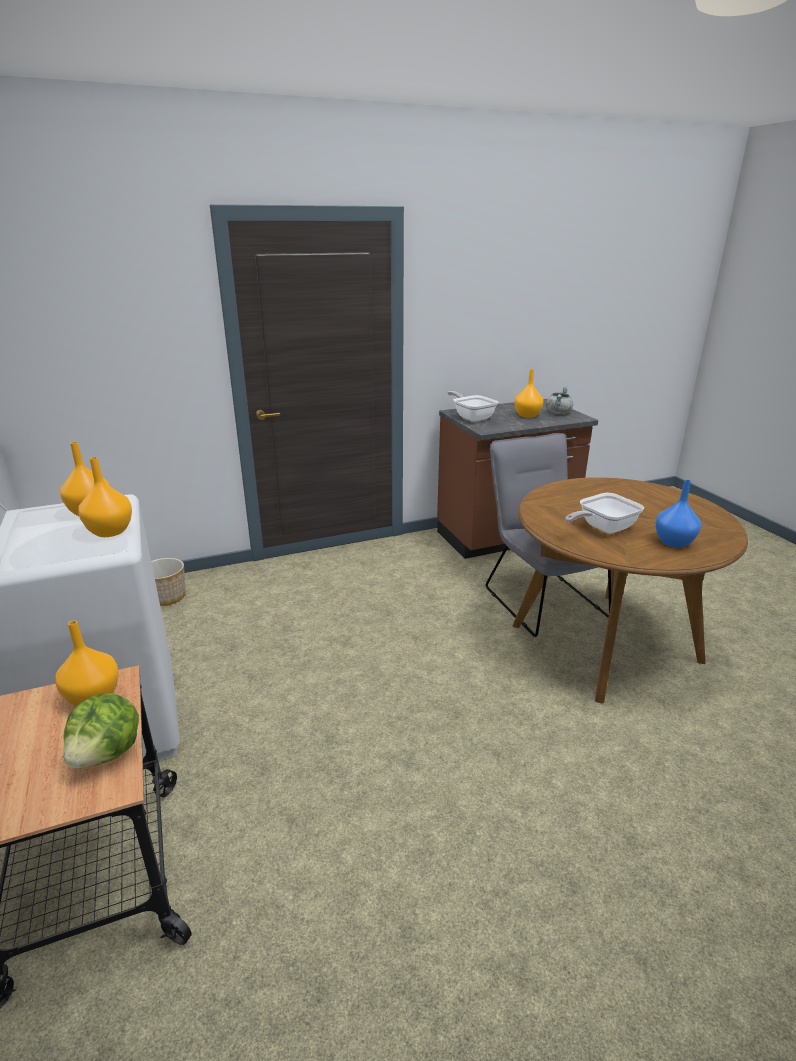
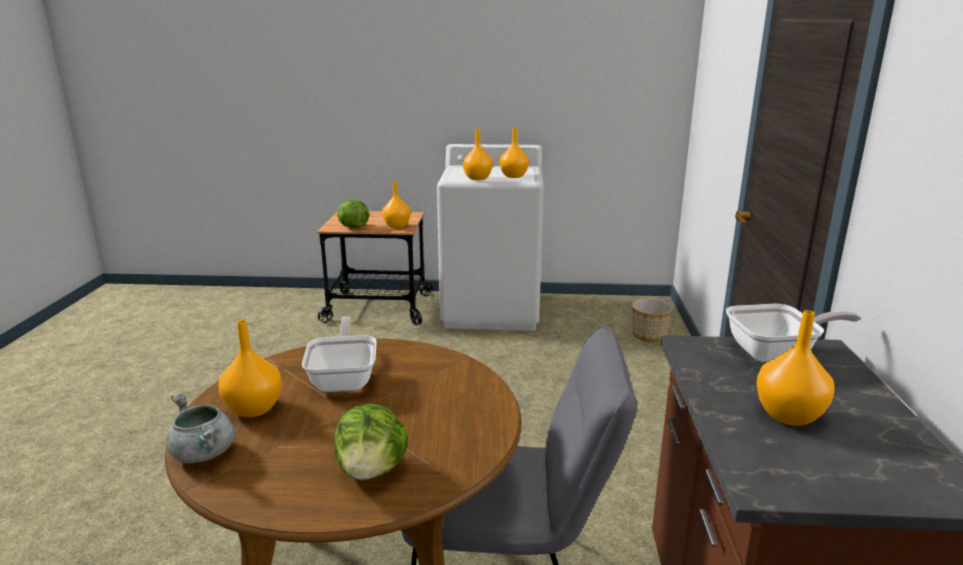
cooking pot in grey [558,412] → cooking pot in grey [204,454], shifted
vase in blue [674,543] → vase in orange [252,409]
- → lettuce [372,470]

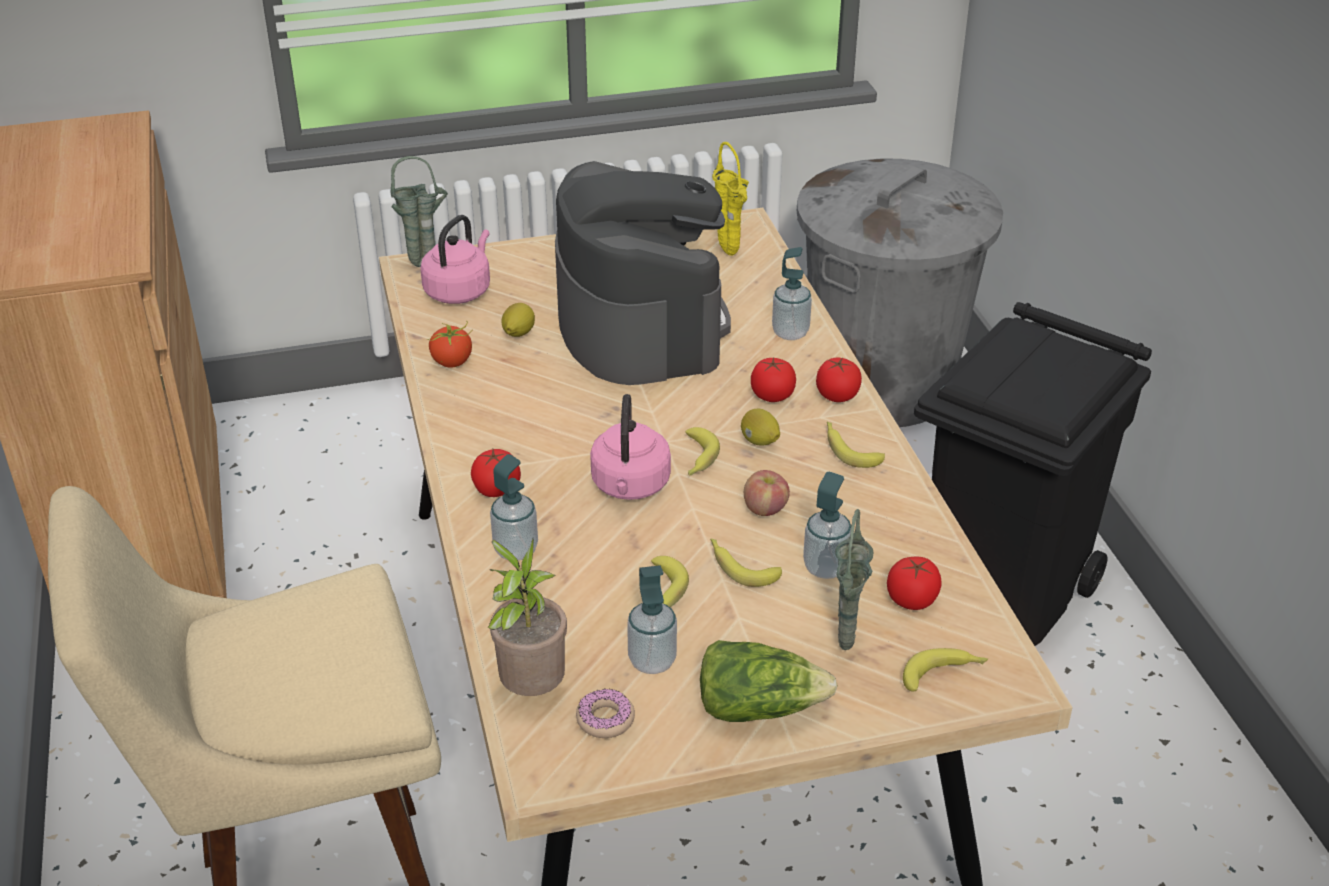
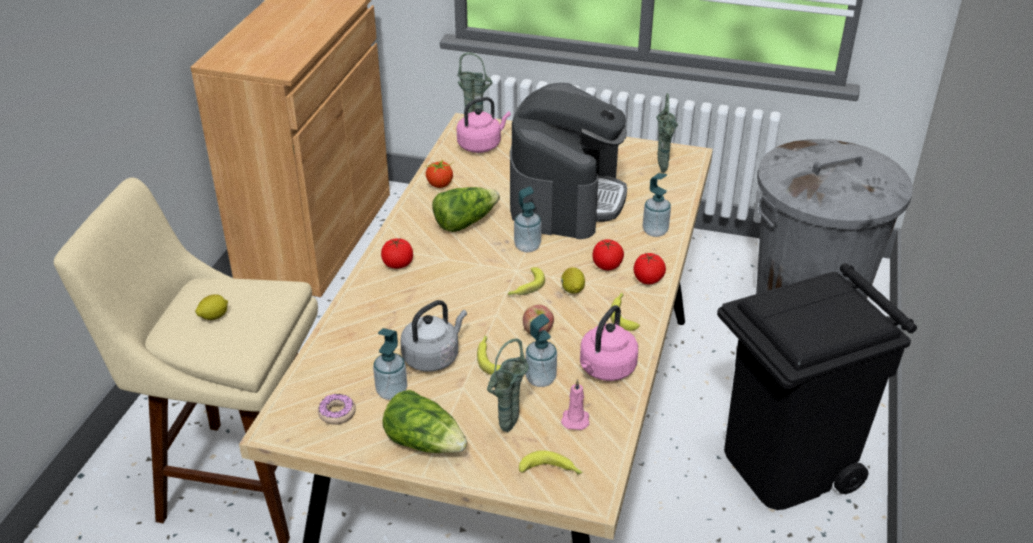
lemon [518,334] → lemon [214,317], shifted
banana [663,593] → kettle in grey [433,357]
- → lettuce [465,222]
soap dispenser [516,550] → soap dispenser [527,246], shifted
tomato [912,599] → candle in pink [575,419]
kettle in pink [630,486] → kettle in pink [605,369], shifted
vase in yellow [730,255] → vase in green [662,172]
potted plant [530,689] → -

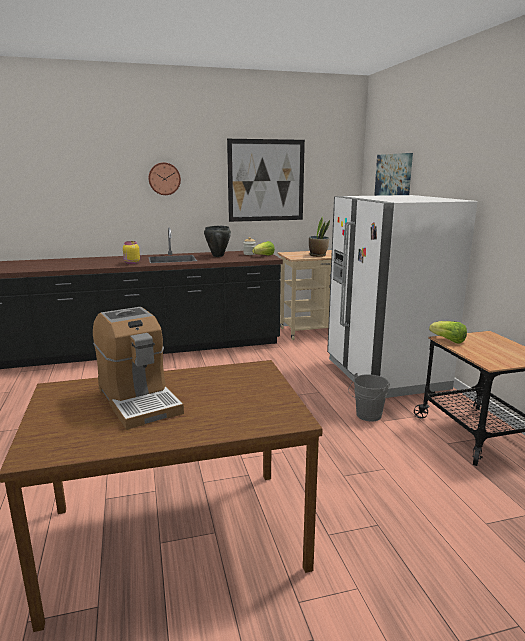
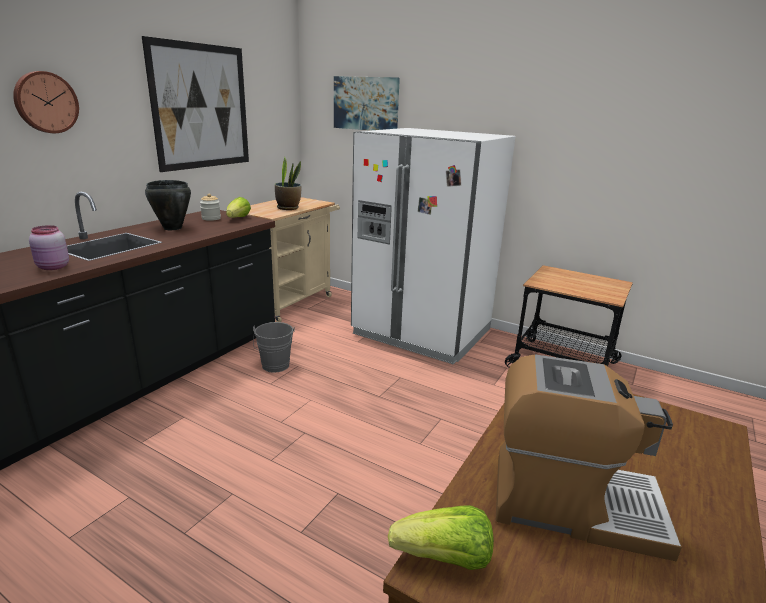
jar in yellow [131,263] → jar in pink [53,267]
bucket in grey [367,416] → bucket in grey [275,367], shifted
lettuce [448,340] → lettuce [445,559], shifted

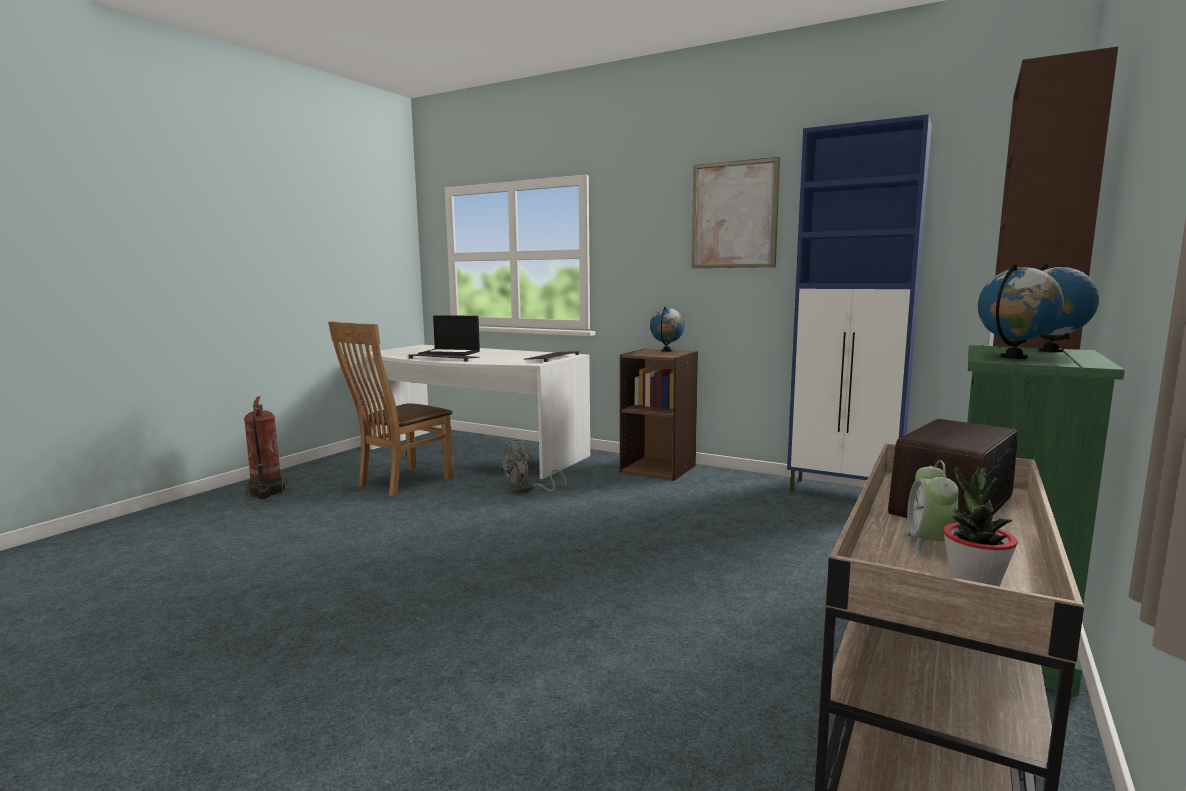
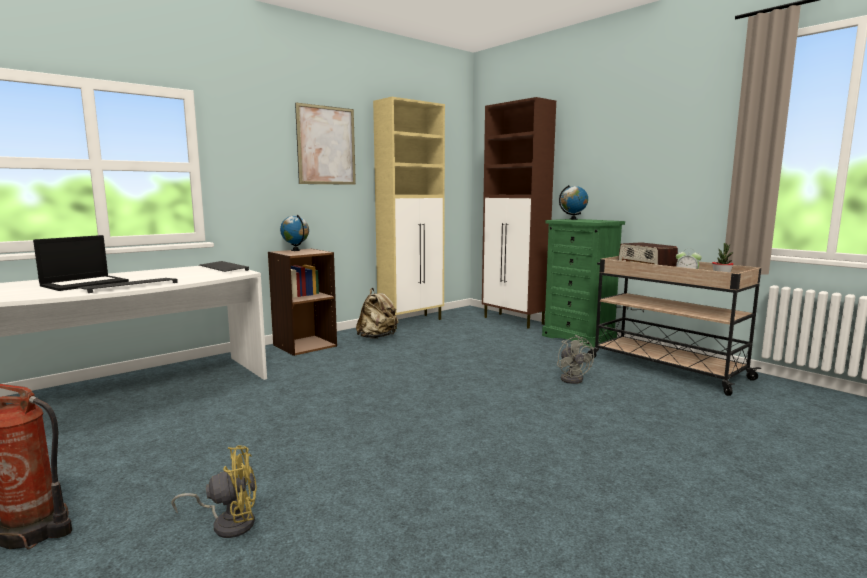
- → fan in yellow [228,523]
- → backpack in beige [377,337]
cabinet in blue [845,493] → cabinet in beige [412,321]
fan in grey [527,489] → fan in grey [573,378], shifted
chair in brown [400,483] → -
globe [1014,357] → -

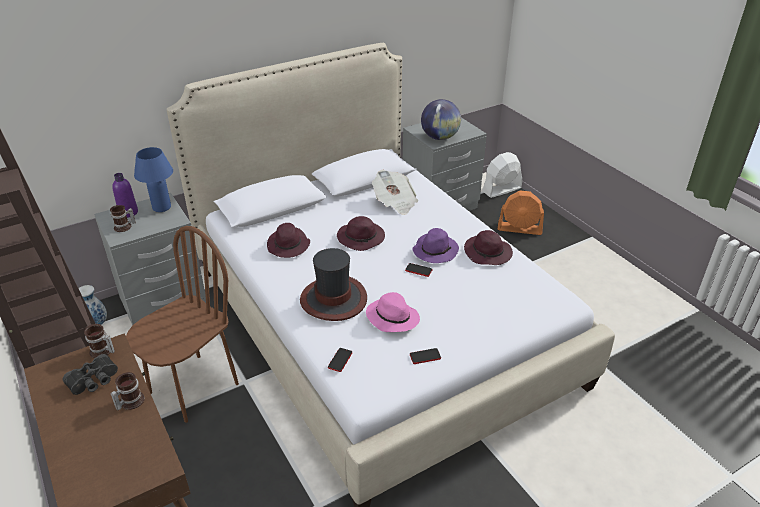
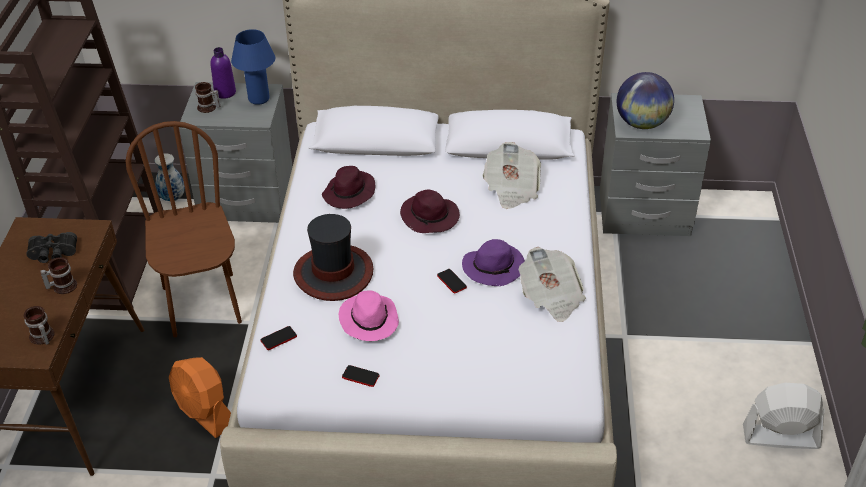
mug [102,352] → mug [42,337], shifted
chair in brown [193,387] → chair in brown [202,304], 90 degrees counterclockwise
fan in orange [520,228] → fan in orange [204,412], shifted
hat in purple [488,253] → newspaper [551,297]
fan in white [501,189] → fan in white [780,436], shifted

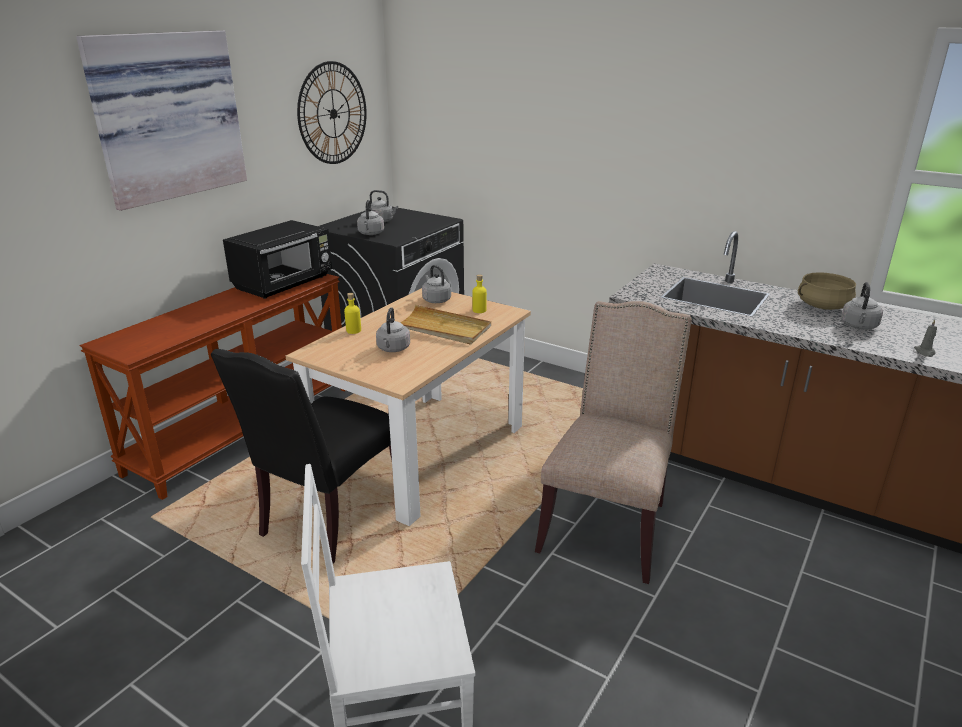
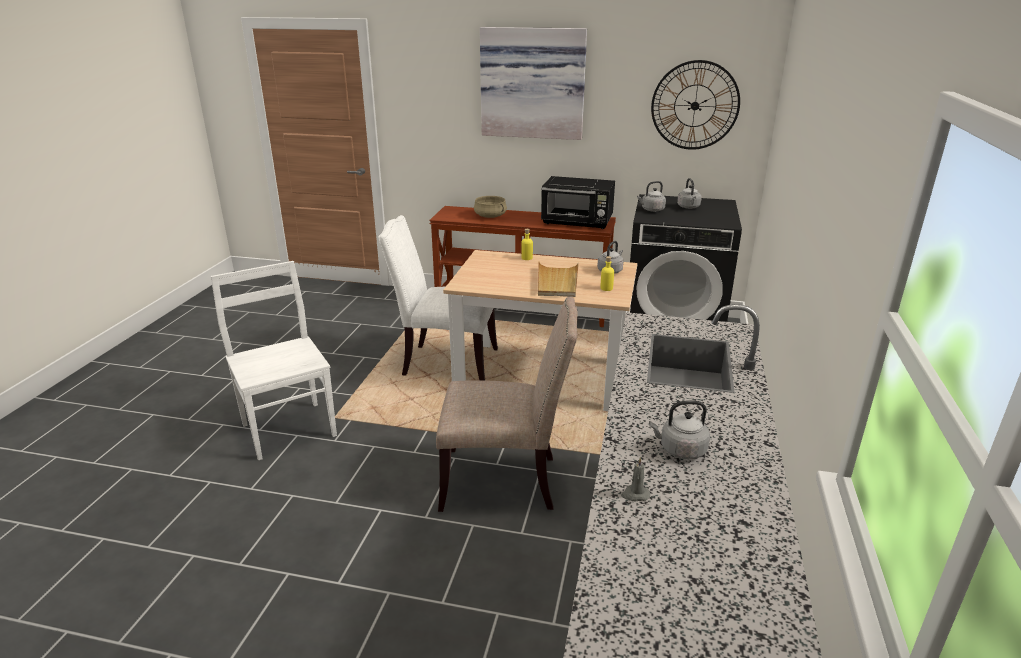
chair in black [330,519] → chair in white [445,363]
cooking pot in beige [823,306] → cooking pot in beige [490,216], shifted
kettle in grey [393,349] → -

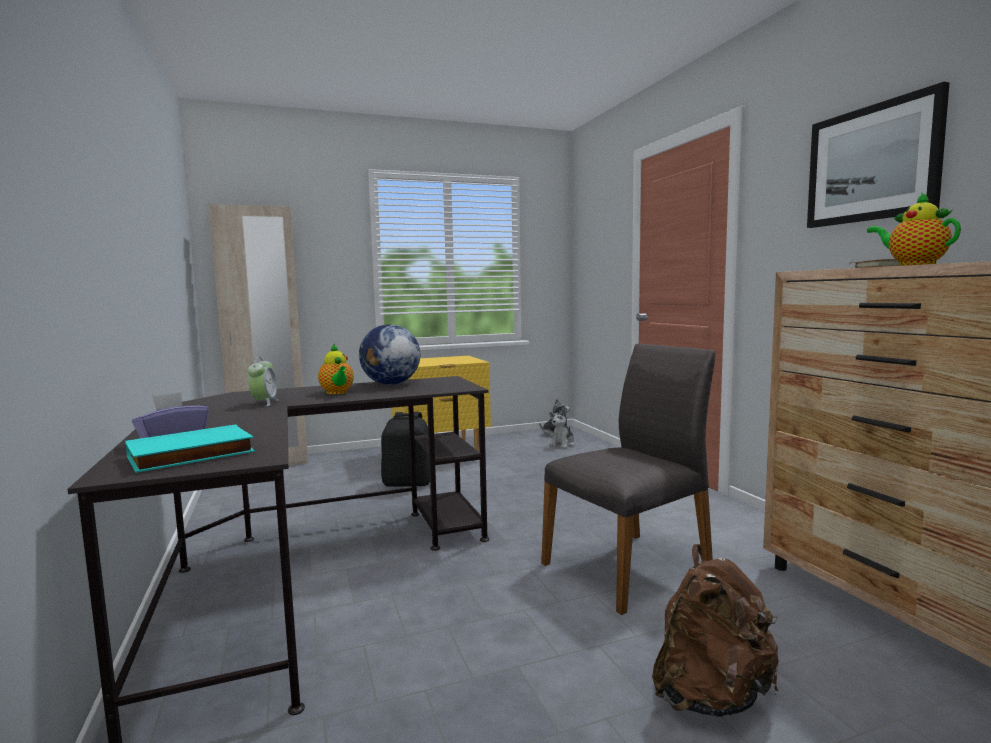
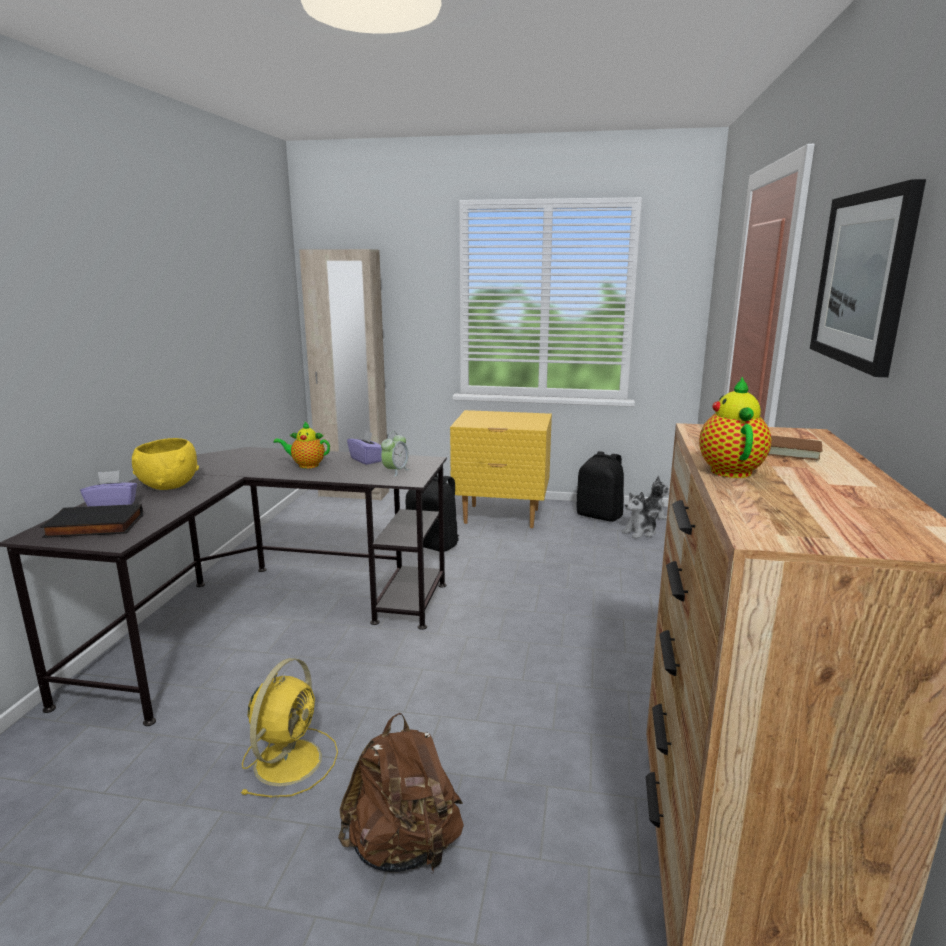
book in turquoise [191,455] → book in black [93,527]
- → bowl in yellow [168,486]
- → fan in yellow [289,759]
teapot [337,393] → teapot [306,465], 90 degrees clockwise
globe [390,384] → tissue box in purple [366,460]
alarm clock [264,403] → alarm clock [395,471], shifted
- → backpack in black [600,516]
chair in grey [629,567] → -

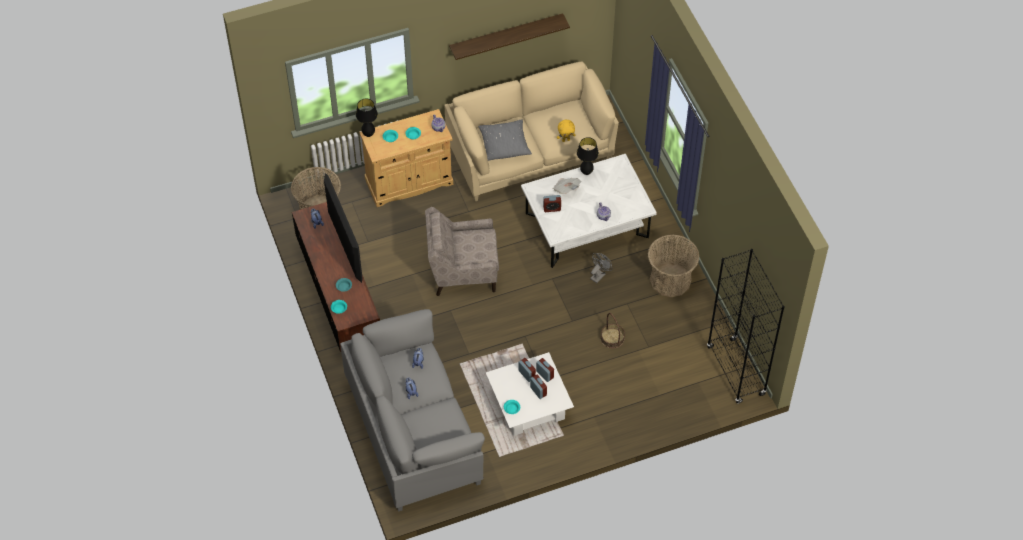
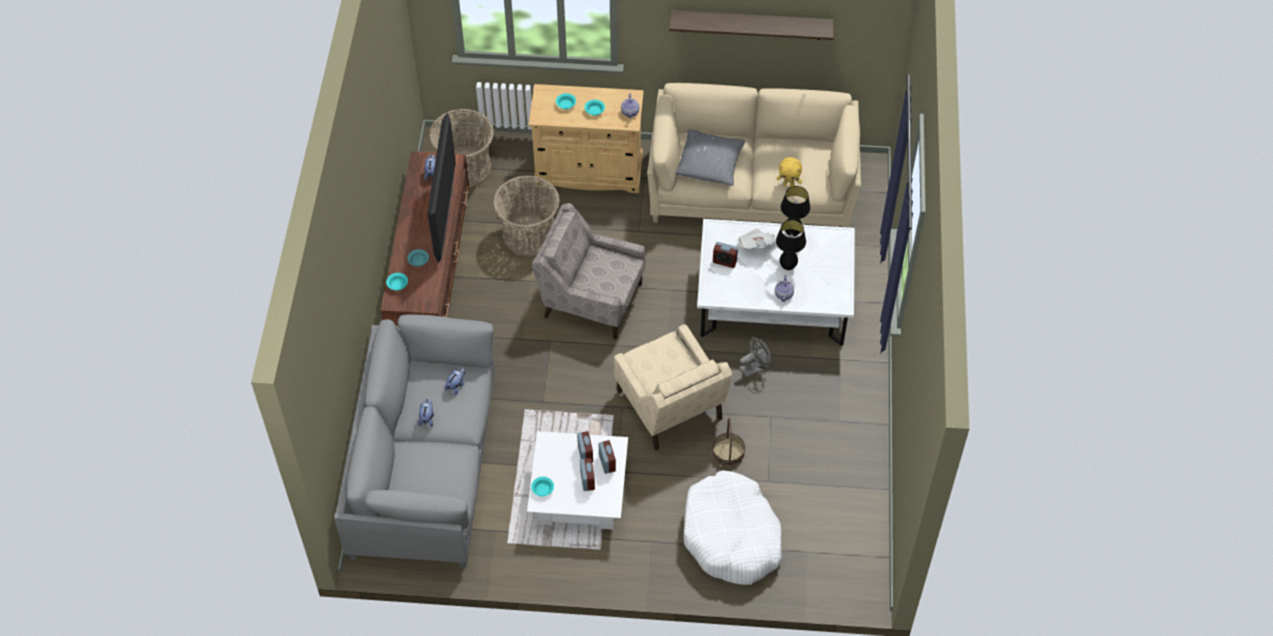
basket [670,280] → basket [529,235], shifted
- → armchair in beige [670,406]
- → dog bed in white [731,536]
table lamp in black [368,134] → table lamp in black [787,266], shifted
bookcase in black [736,371] → -

